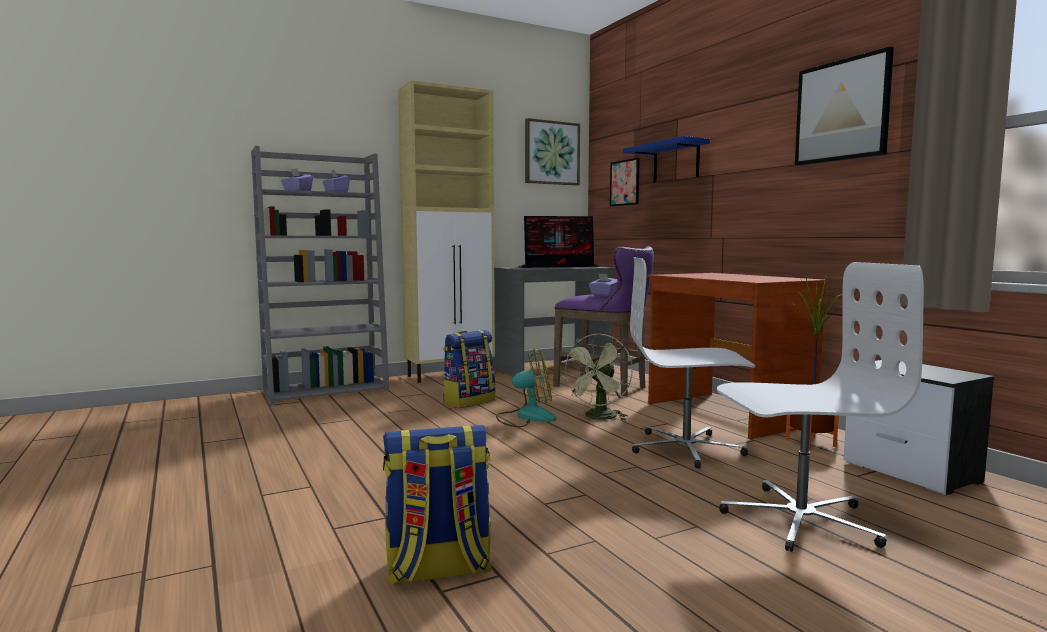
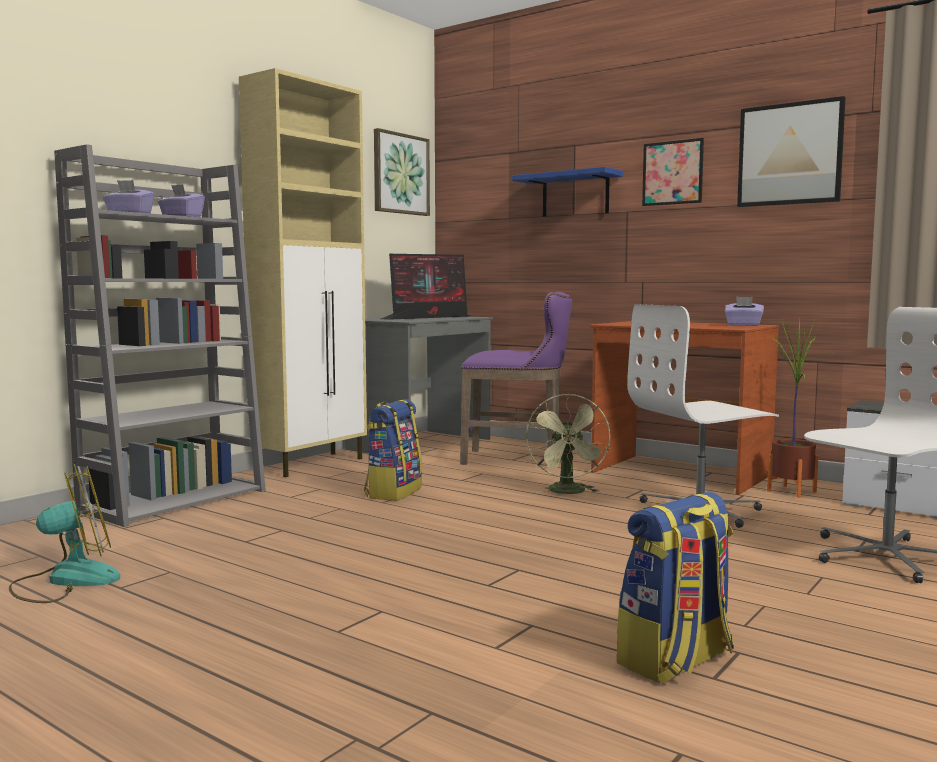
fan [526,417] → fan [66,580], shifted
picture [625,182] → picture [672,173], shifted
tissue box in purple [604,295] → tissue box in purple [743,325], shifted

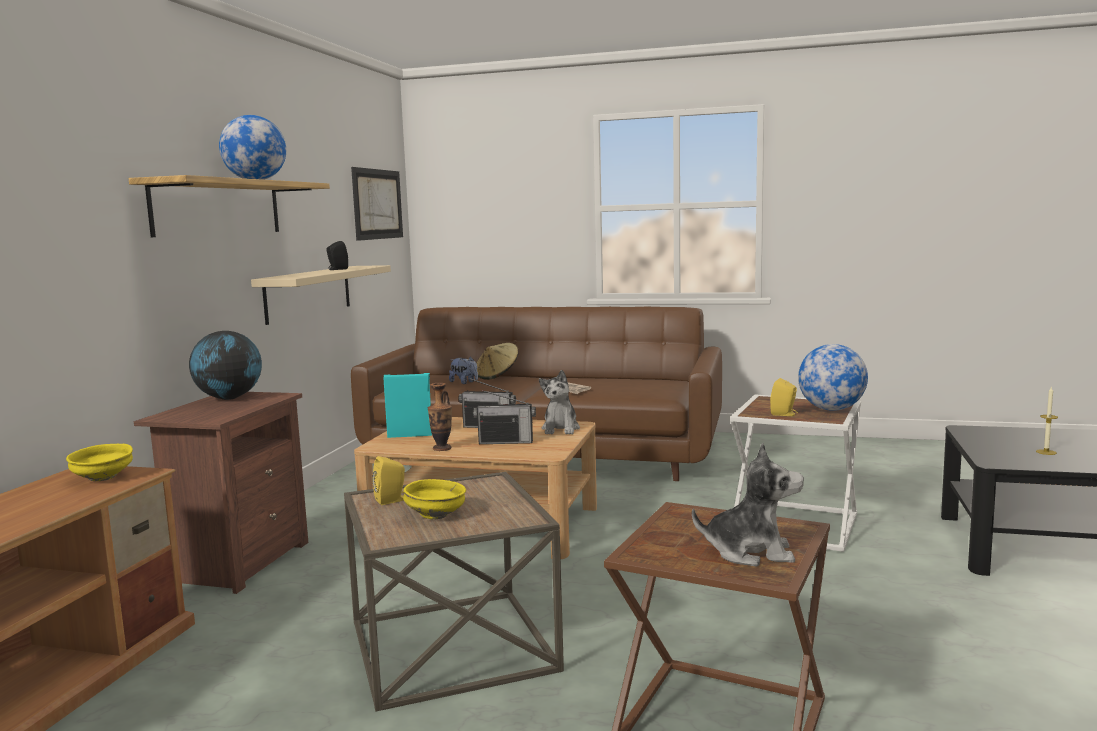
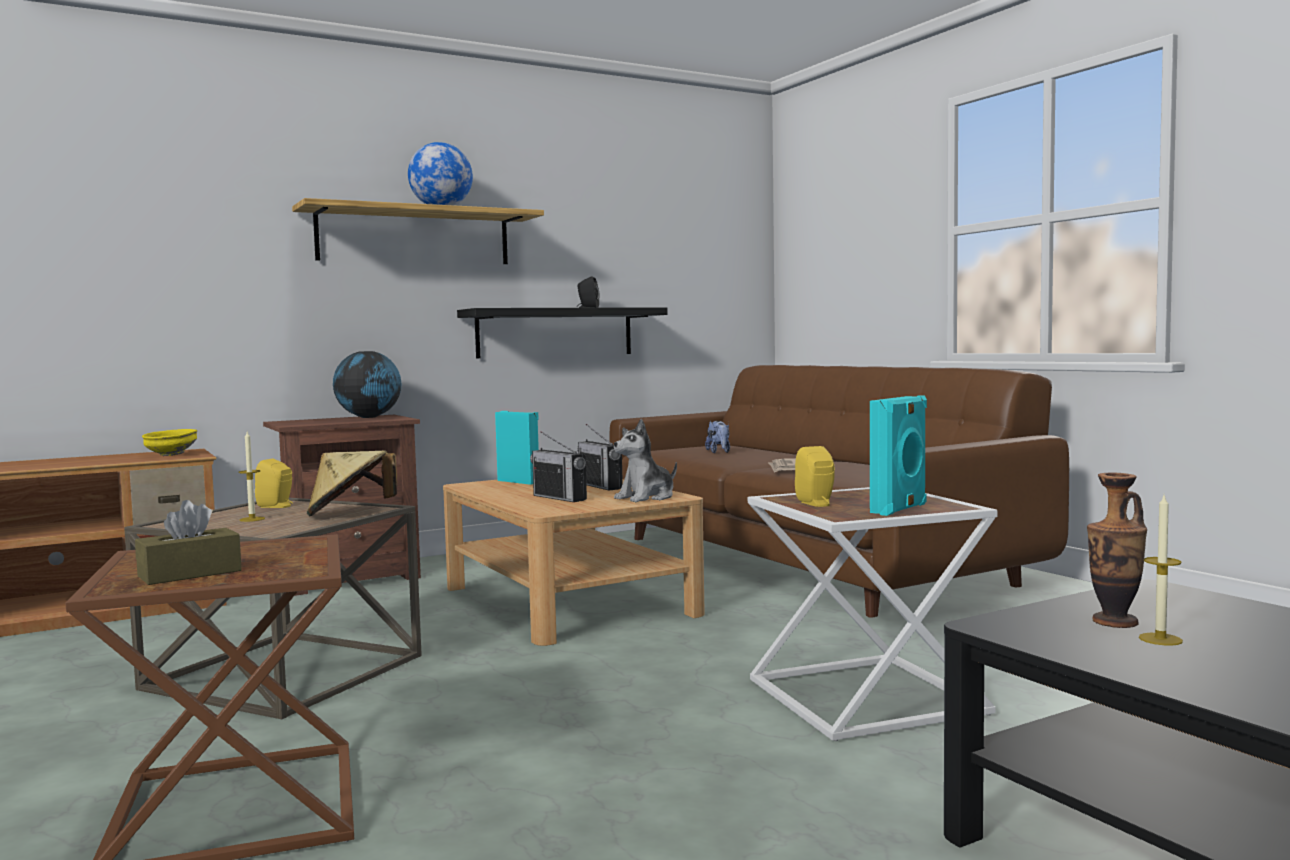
plush toy [750,552] → tissue box in brown [190,574]
bowl in yellow [437,515] → candle [252,519]
hat in beige [497,376] → hat in beige [350,513], shifted
shelf in beige [308,293] → shelf in black [555,332]
globe [831,409] → speaker in turquoise [900,509]
vase [442,448] → vase [1114,622], shifted
picture [377,204] → -

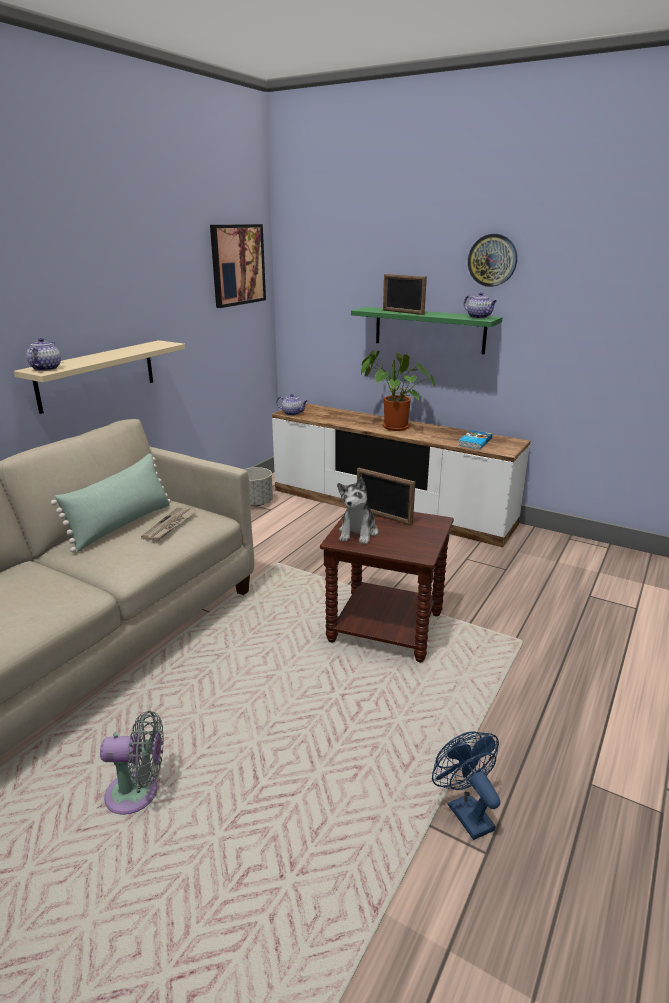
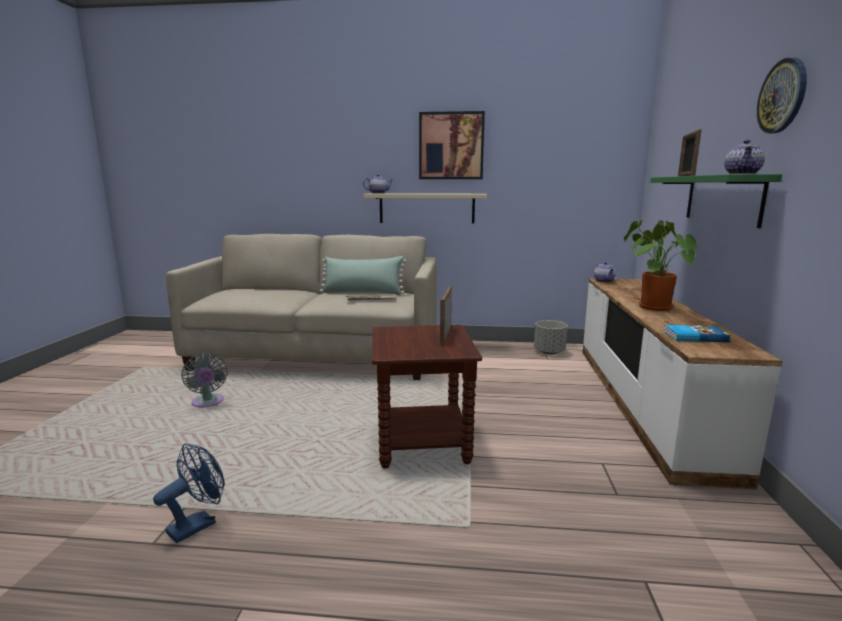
picture [237,265] → picture [451,146], shifted
plush toy [358,533] → -

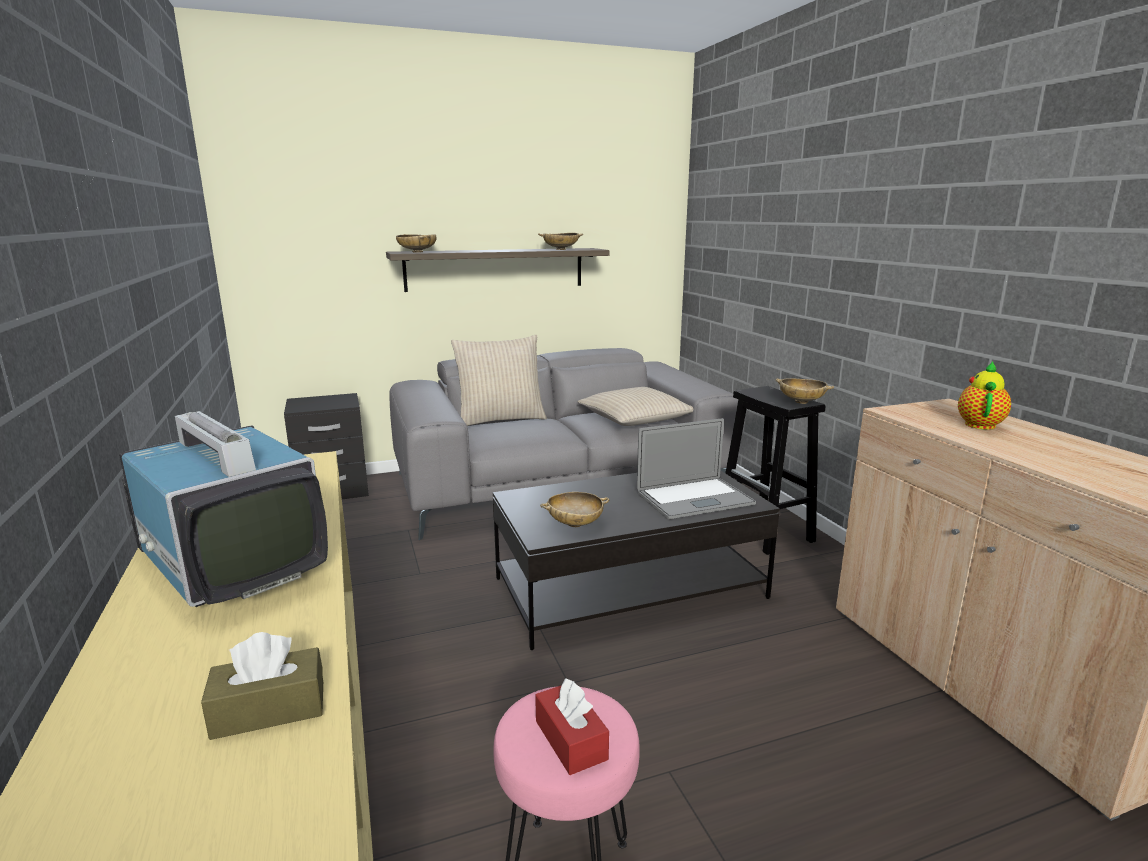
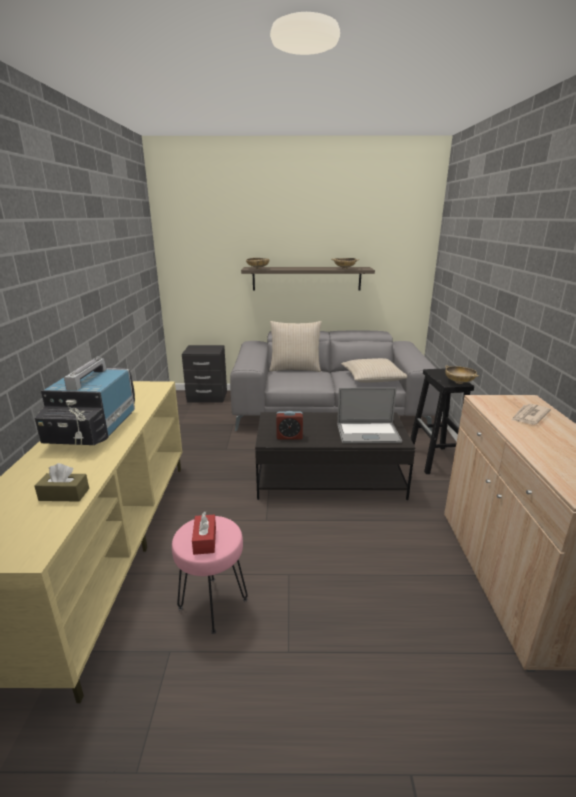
television [230,559] → television [93,429], 150 degrees counterclockwise
bowl in beige [575,524] → alarm clock [289,437]
teapot [979,424] → newspaper [529,416]

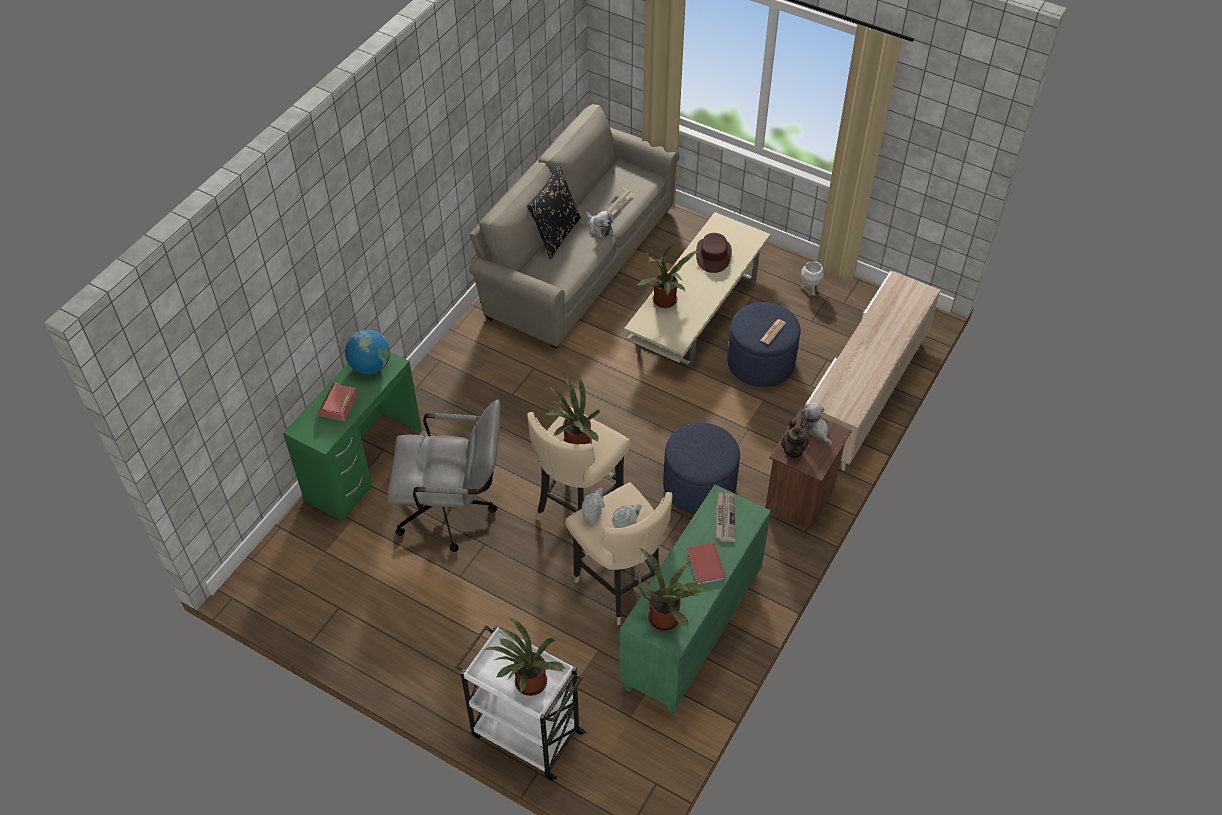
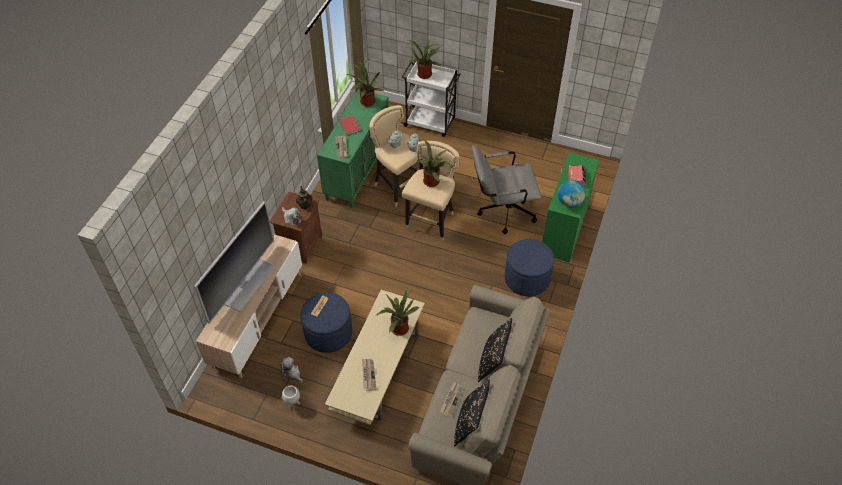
- → television [248,284]
plush toy [599,227] → plush toy [292,373], shifted
hat in brown [713,255] → newspaper [368,375]
- → pillow in black [470,424]
ottoman in blue [699,486] → ottoman in blue [527,278], shifted

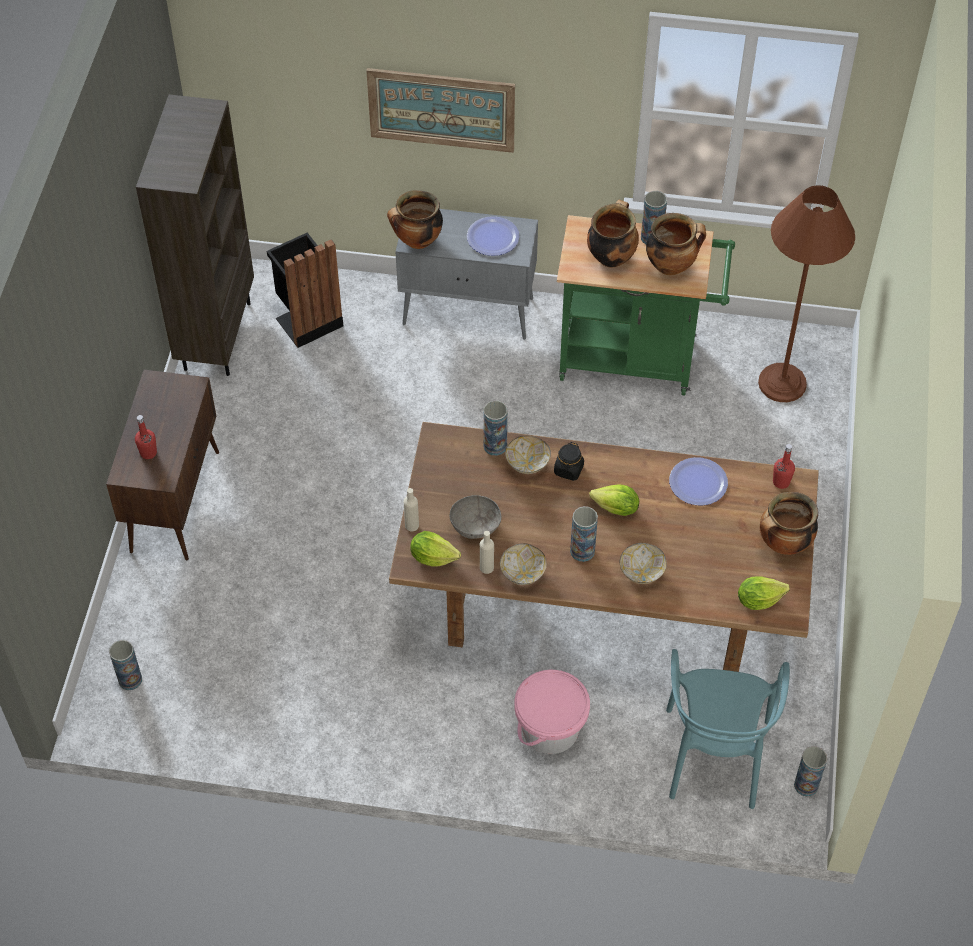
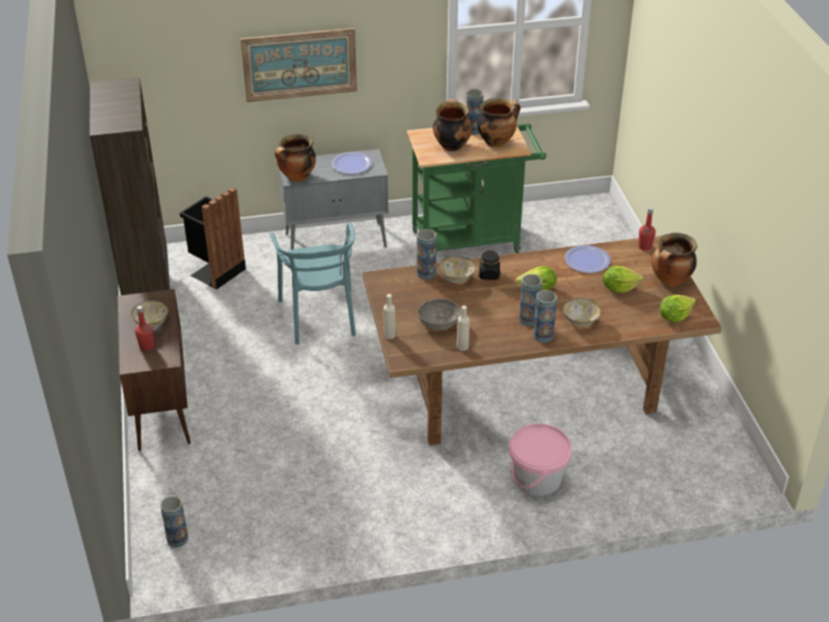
bowl [522,574] → bowl [151,323], shifted
chair in turquoise [715,756] → chair in turquoise [319,316], shifted
vase [806,785] → vase [543,336], shifted
lettuce [433,557] → lettuce [619,288], shifted
floor lamp in brown [782,383] → -

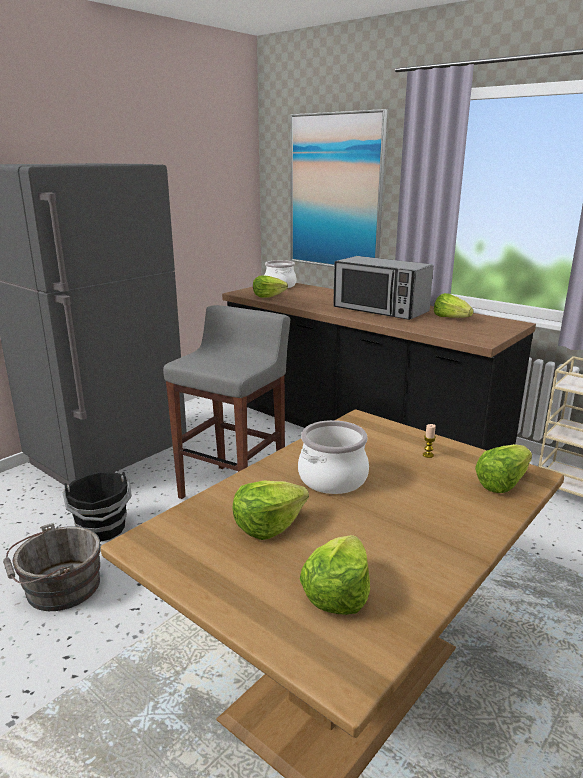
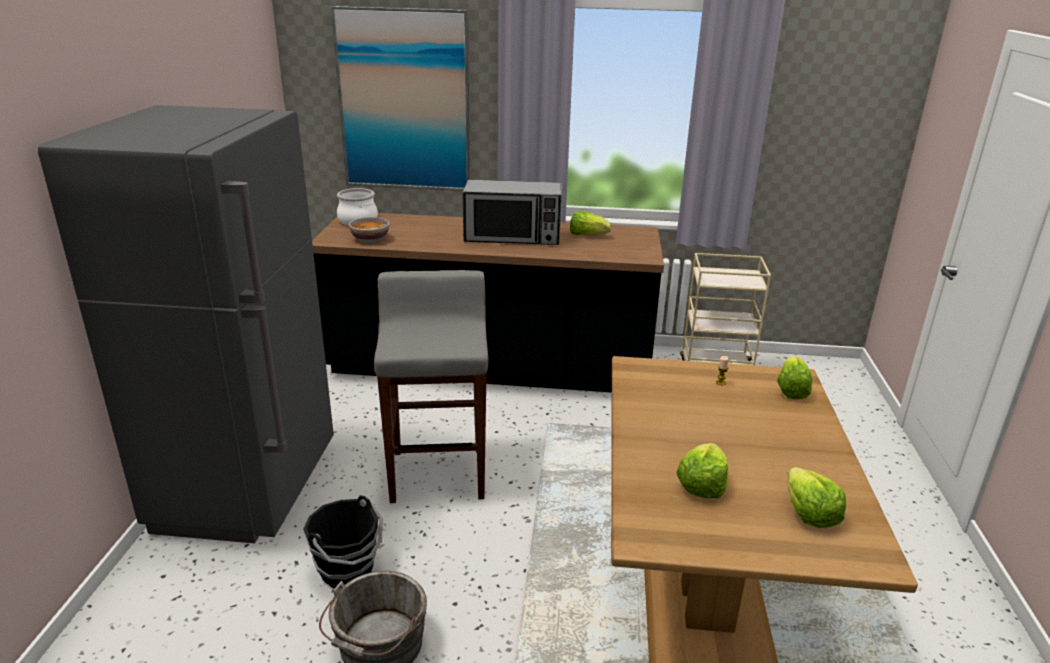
lettuce [268,296] → bowl [370,239]
cooking pot [333,479] → -

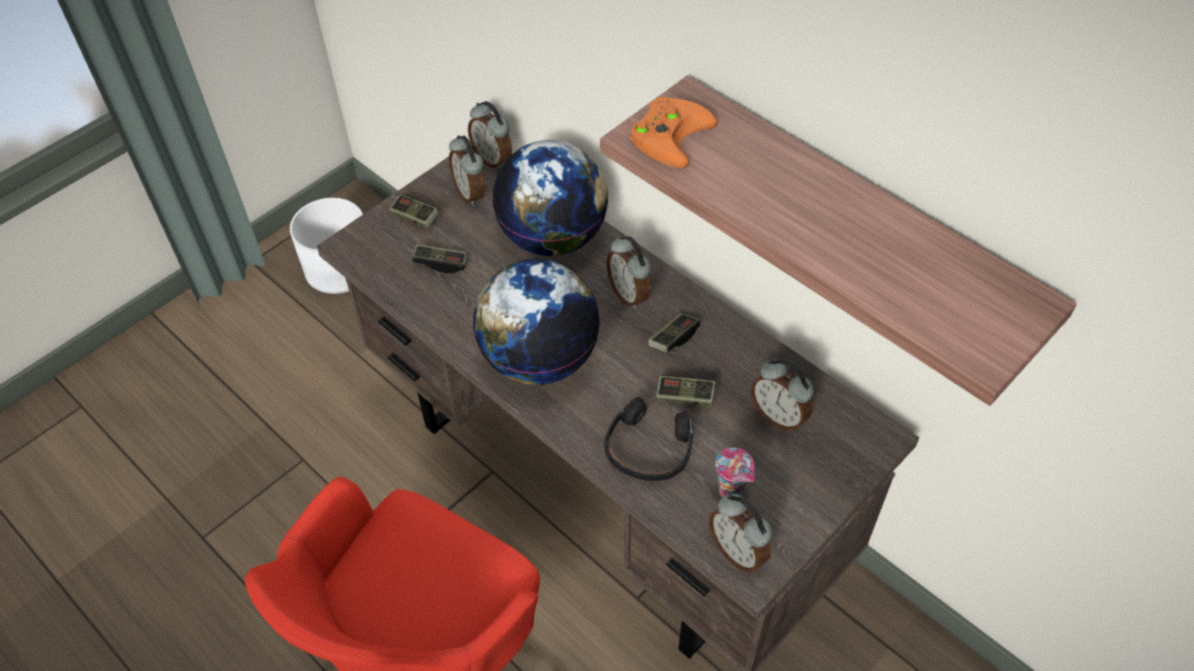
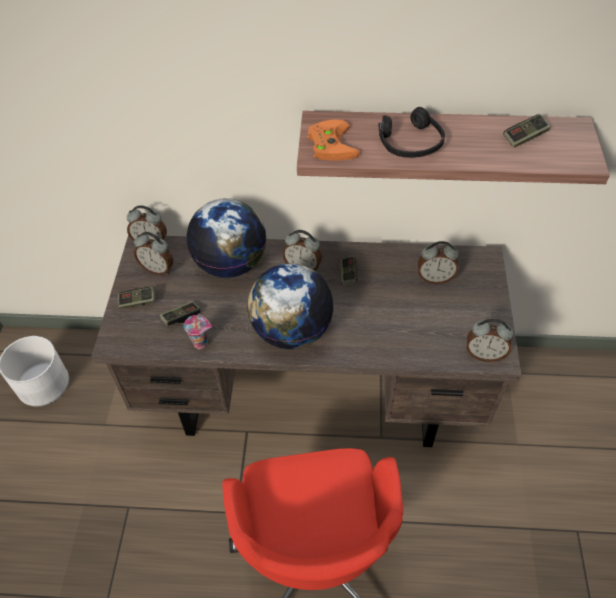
cup [732,492] → cup [201,343], shifted
headphones in black [649,448] → headphones in black [410,143], shifted
game controller [685,396] → game controller [525,137], shifted

